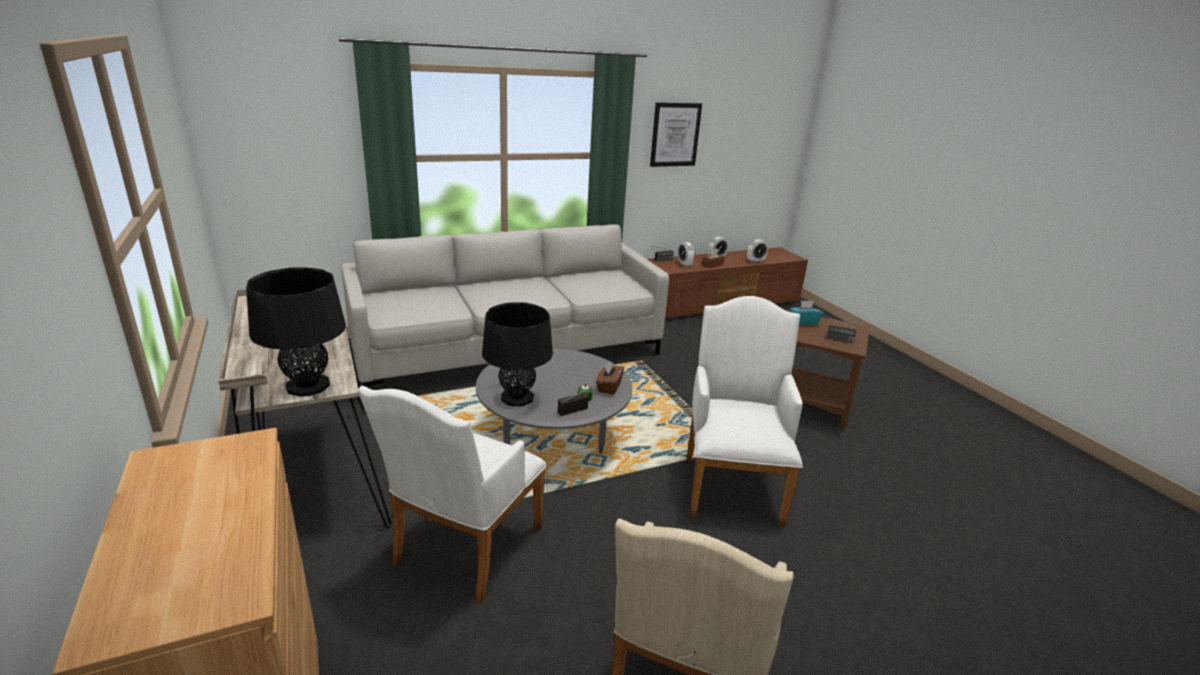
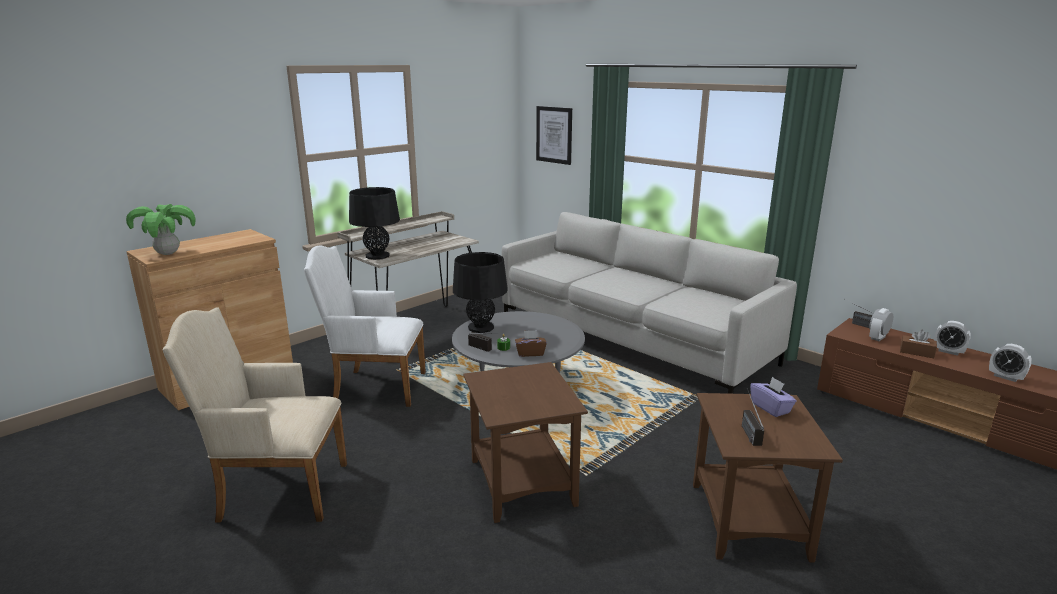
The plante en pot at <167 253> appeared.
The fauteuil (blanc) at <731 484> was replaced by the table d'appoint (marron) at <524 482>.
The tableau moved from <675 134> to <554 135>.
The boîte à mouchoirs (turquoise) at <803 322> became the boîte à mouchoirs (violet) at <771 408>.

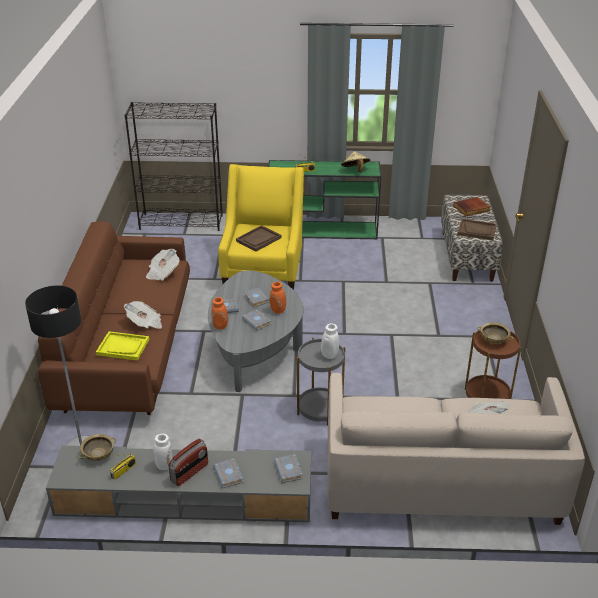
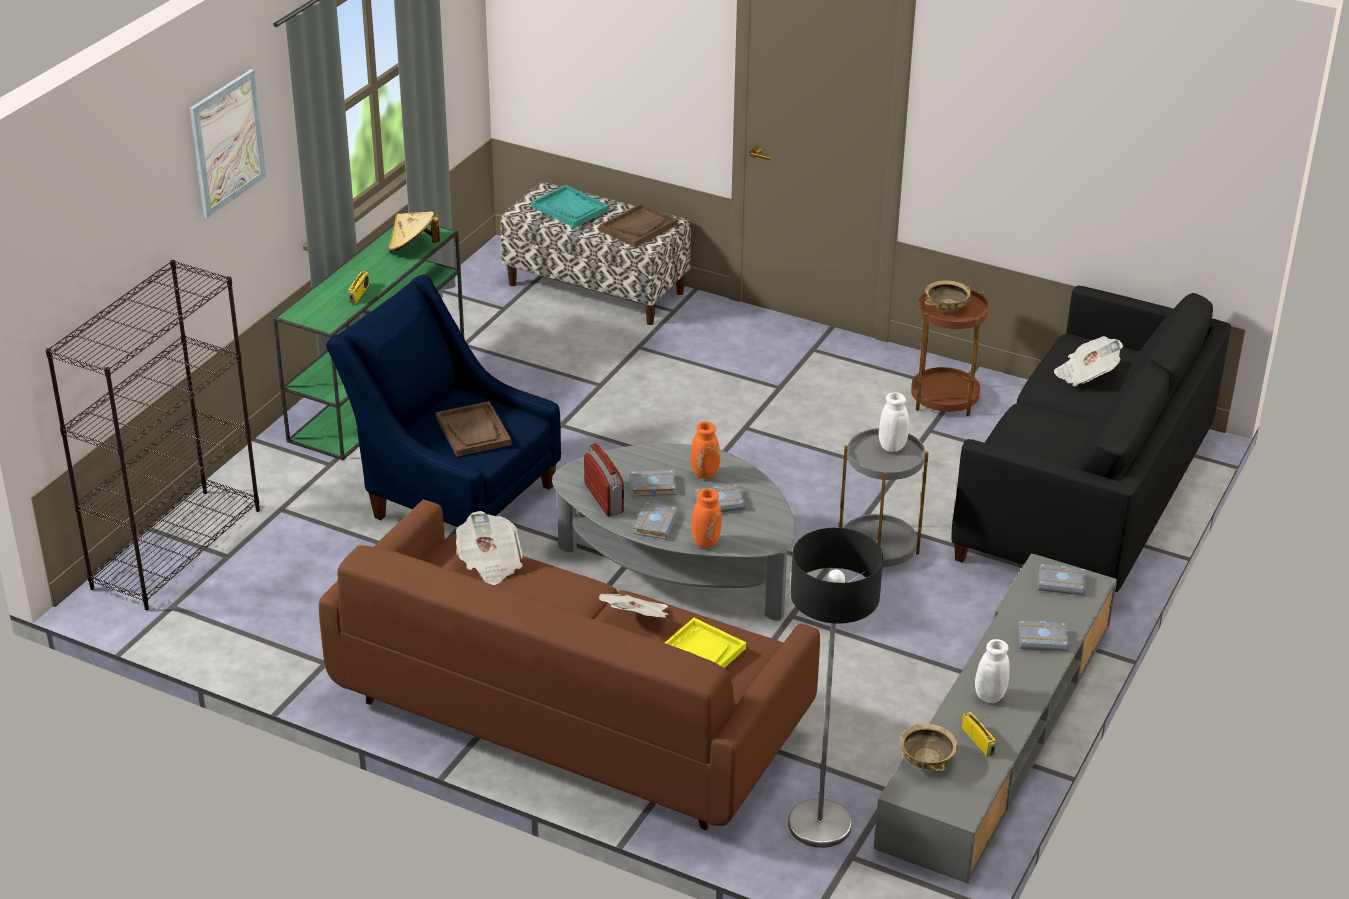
The tableau at <227 143> appeared.
The fauteuil (jaune) at <263 271> became the fauteuil (bleu) at <453 497>.
The livre at <471 209> was replaced by the plateau (turquoise) at <570 208>.
The radio moved from <190 473> to <604 498>.
The canapé (beige) at <440 480> became the canapé (noir) at <1085 496>.

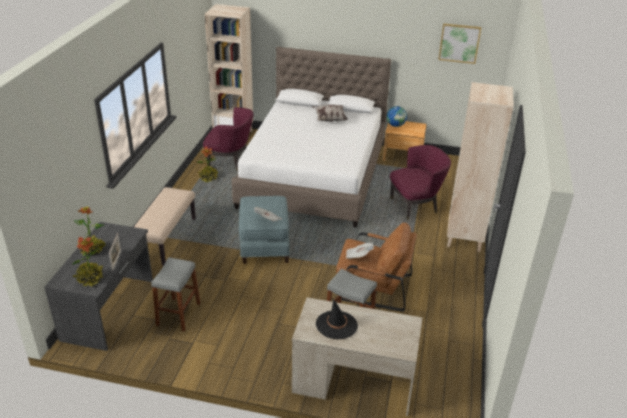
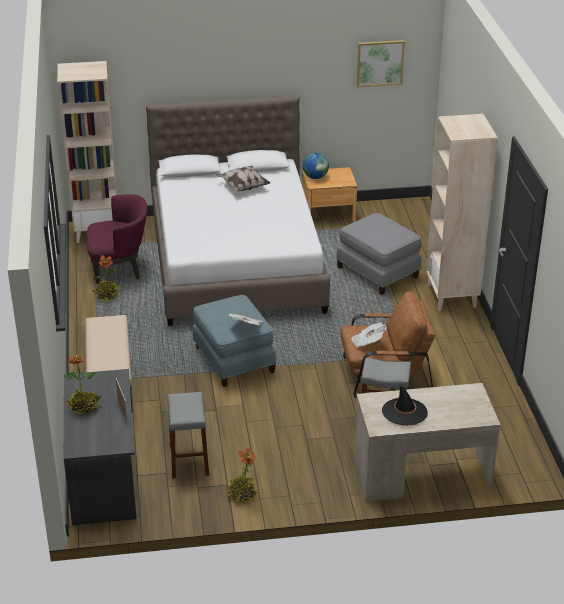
The plante en pot moved from <90 279> to <242 495>.
The fauteuil (violet) at <415 206> was replaced by the pouf (gris) at <378 272>.

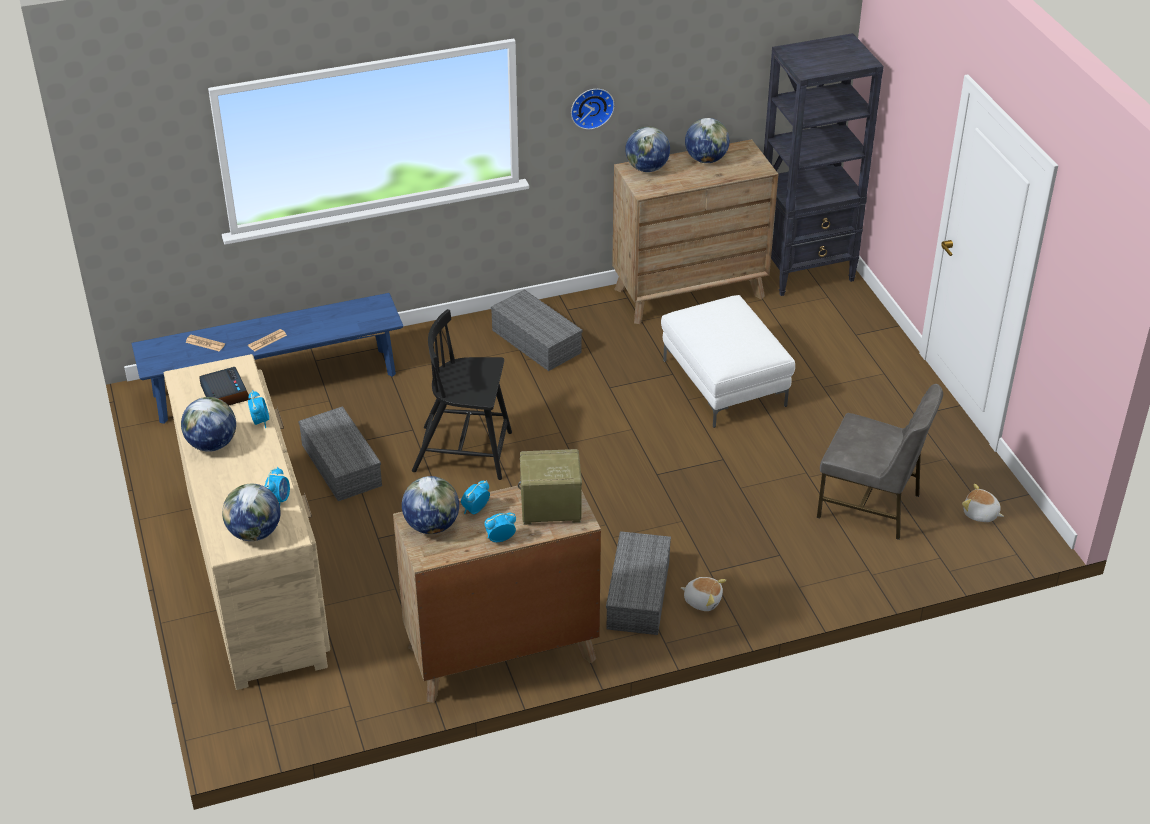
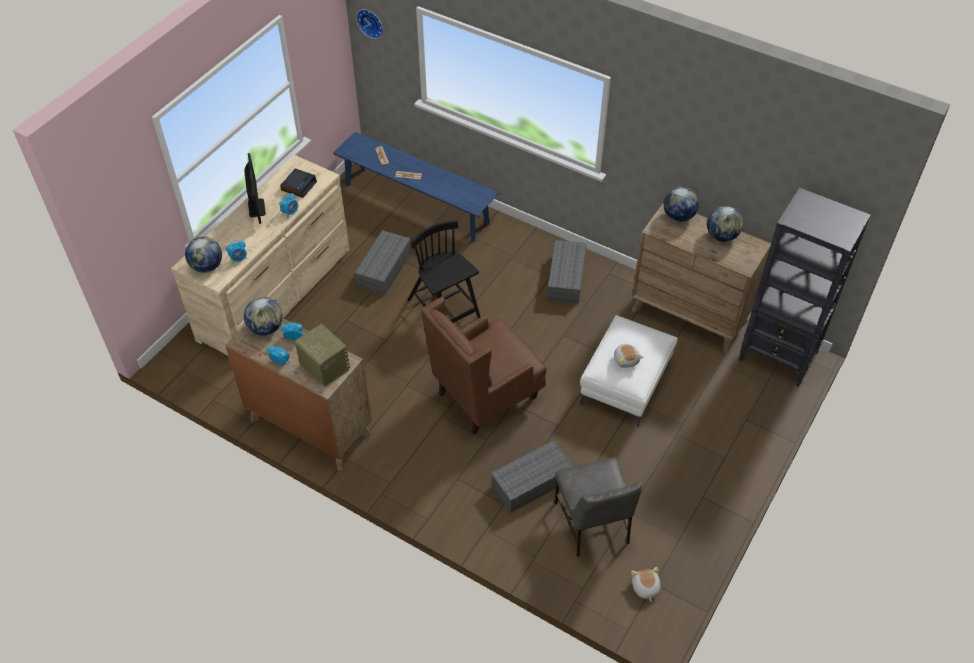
The globe at <212 444> was replaced by the écran d'ordinateur at <256 208>.
The horloge murale moved from <591 107> to <371 22>.
The fauteuil (marron) at <486 396> appeared.
The boîte de rangement (gris) moved from <639 595> to <531 484>.
The peluche moved from <702 600> to <626 359>.

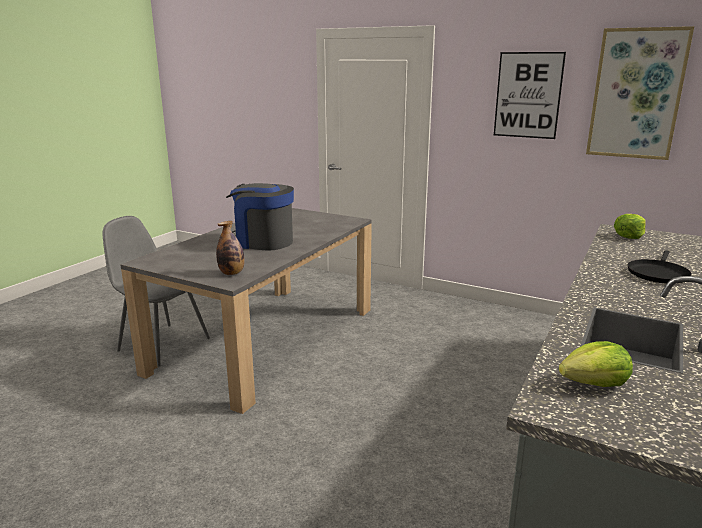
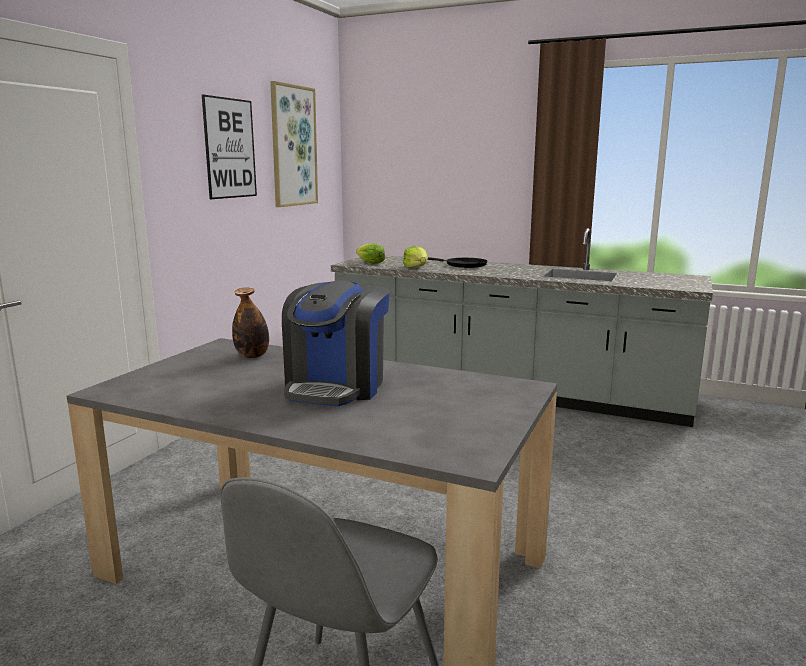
The bouteille moved from <232 273> to <252 356>.
The laitue moved from <594 383> to <416 267>.

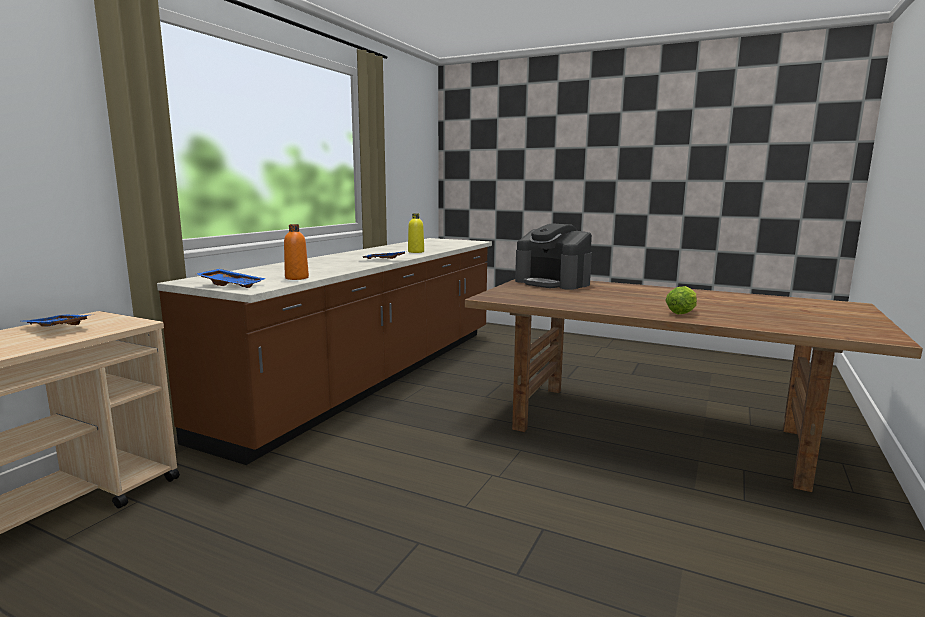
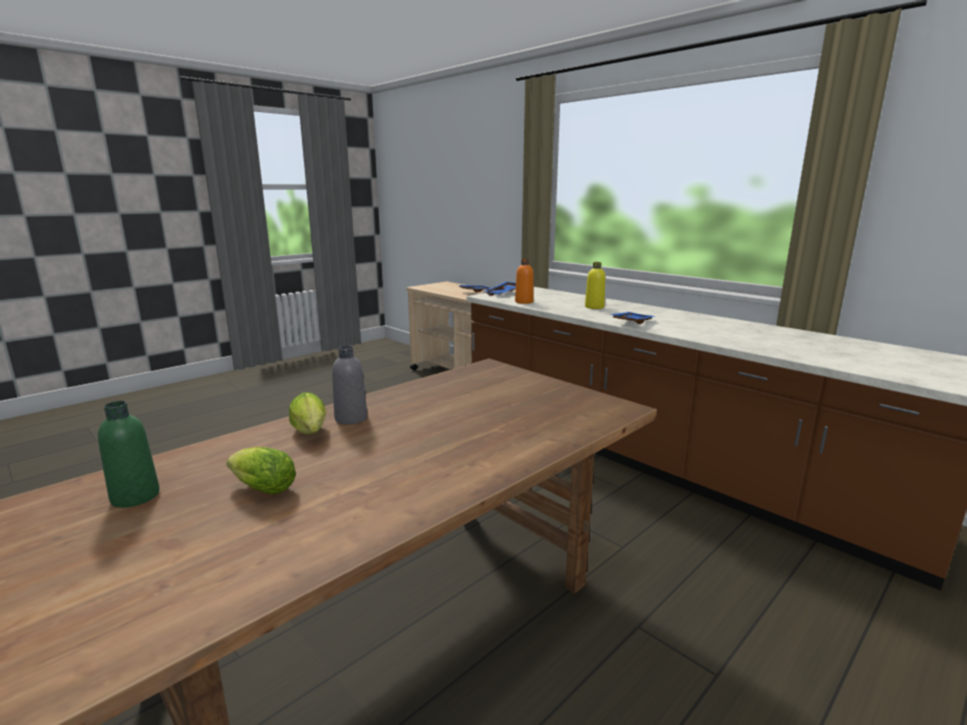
The bouteille (vert) at <135 496> appeared.
The laitue at <260 489> appeared.
The bouteille (gris) at <351 418> appeared.
The bouteille (jaune) moved from <416 252> to <594 307>.
The machine à café at <553 282> disappeared.

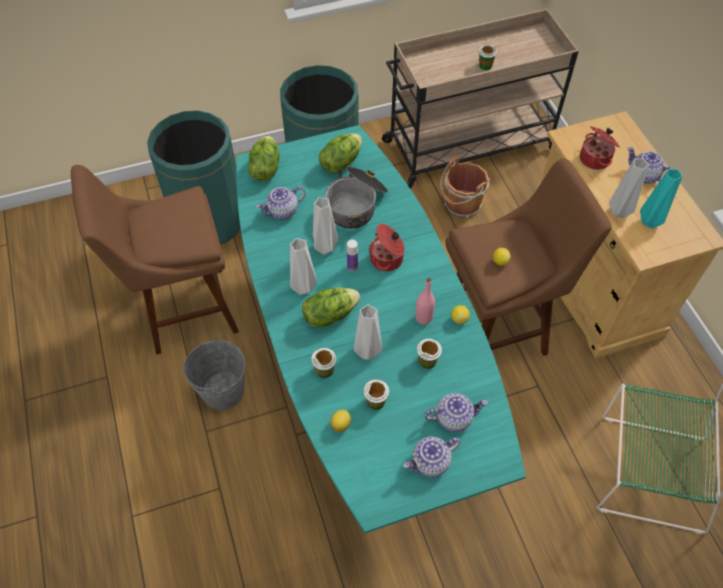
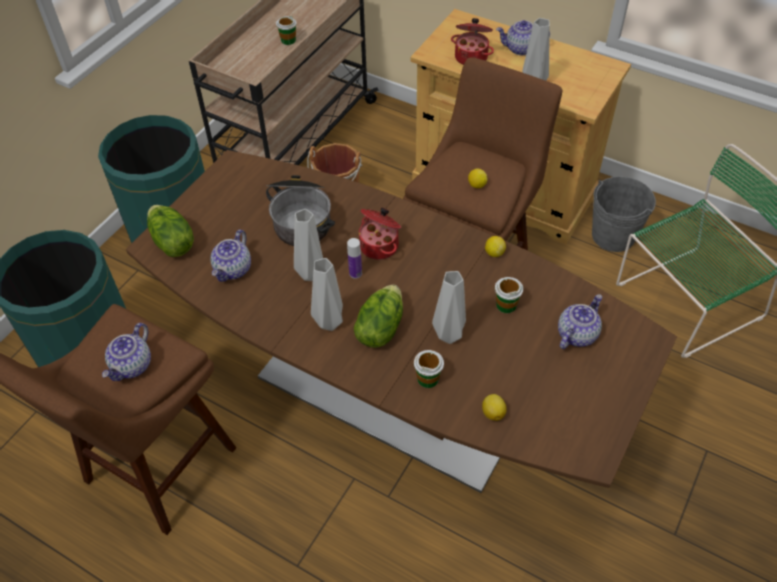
The théière moved from <430 463> to <132 366>.
The table à manger (turquoise) at <361 371> became the table à manger (marron) at <391 394>.
The seau (gris) moved from <223 391> to <613 236>.
The laitue at <340 162> disappeared.
The tasse at <376 401> disappeared.
The bouteille (rose) at <423 318> disappeared.
The vase (turquoise) at <651 221> disappeared.

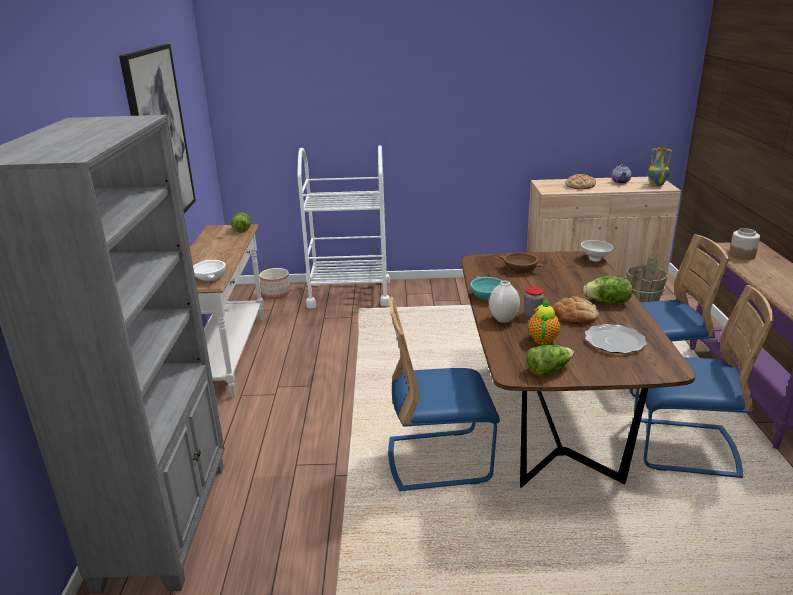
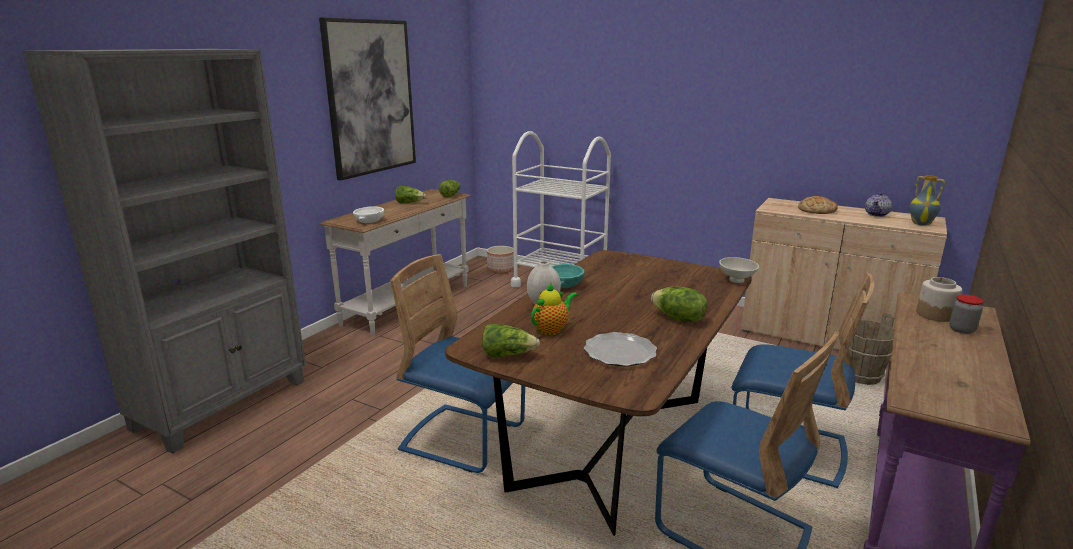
The laitue at <409 203> appeared.
The bocal moved from <532 314> to <961 330>.
The bol (marron) at <520 269> disappeared.
The pain at <575 315> disappeared.

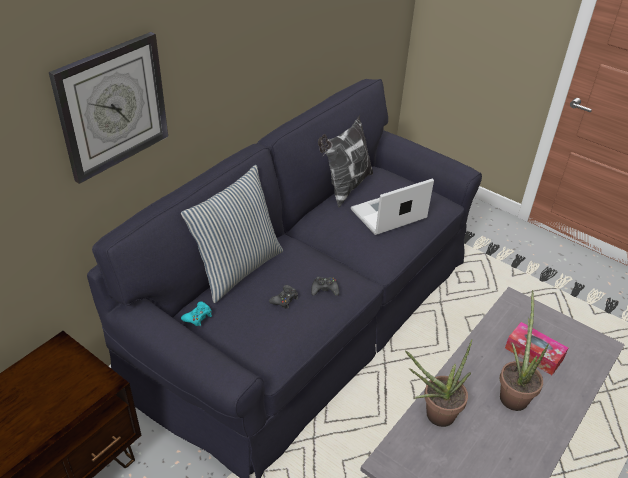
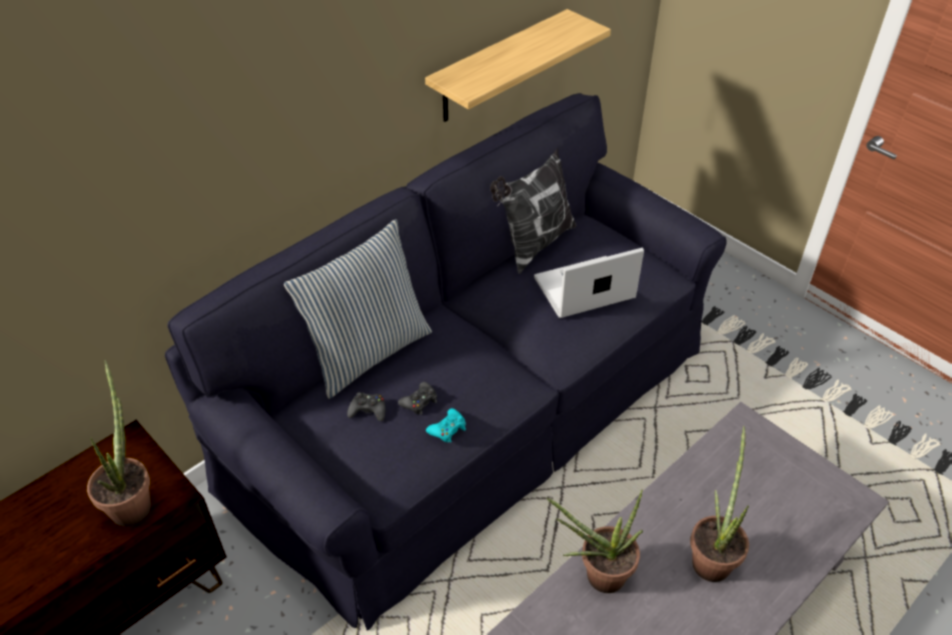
The plante en pot at <133 501> appeared.
The manette (noir) moved from <324 289> to <368 410>.
The étagère at <499 67> appeared.
The manette (turquoise) moved from <198 317> to <448 429>.
The horloge murale at <112 106> disappeared.
The boîte à mouchoirs at <534 353> disappeared.

